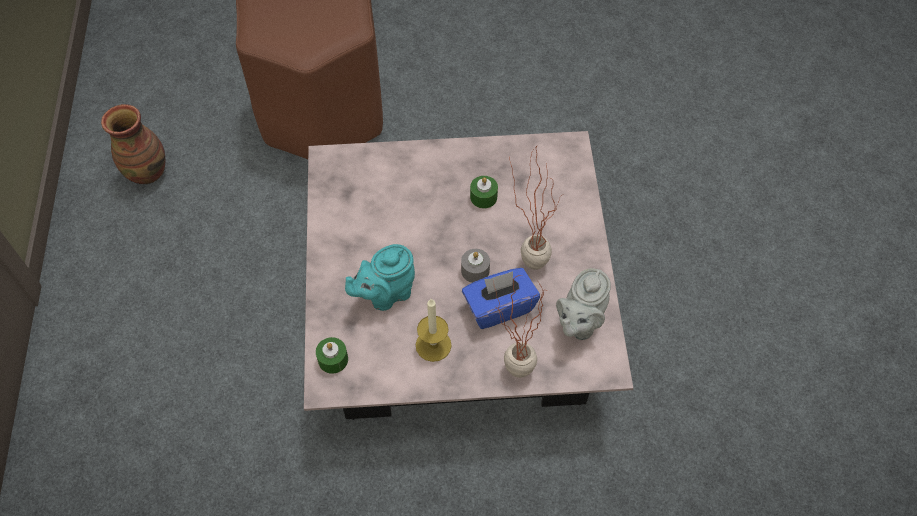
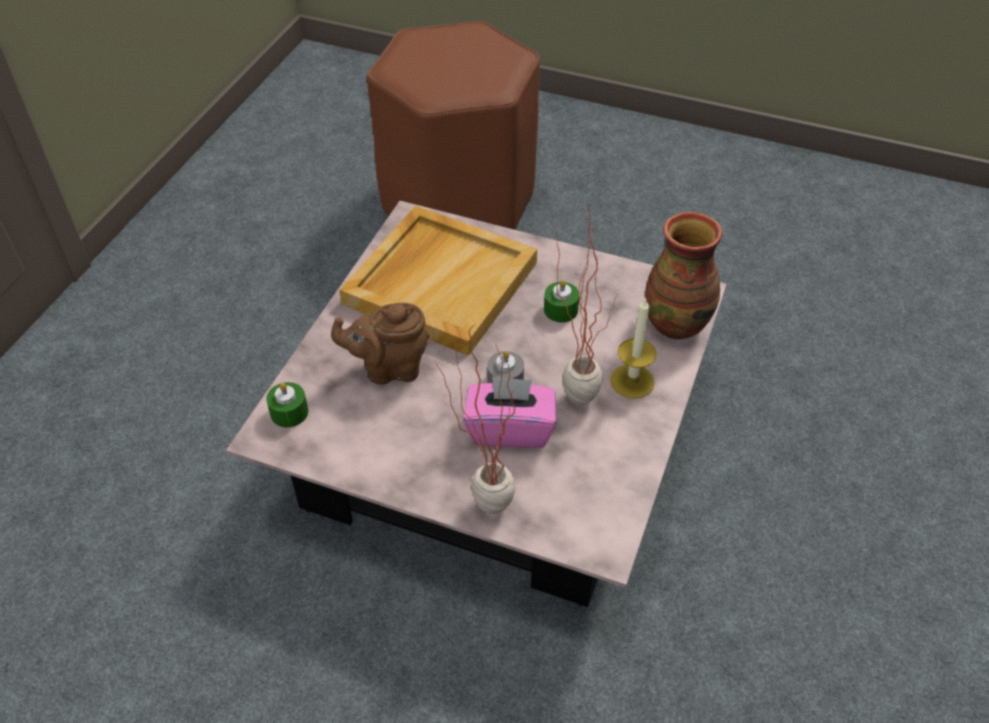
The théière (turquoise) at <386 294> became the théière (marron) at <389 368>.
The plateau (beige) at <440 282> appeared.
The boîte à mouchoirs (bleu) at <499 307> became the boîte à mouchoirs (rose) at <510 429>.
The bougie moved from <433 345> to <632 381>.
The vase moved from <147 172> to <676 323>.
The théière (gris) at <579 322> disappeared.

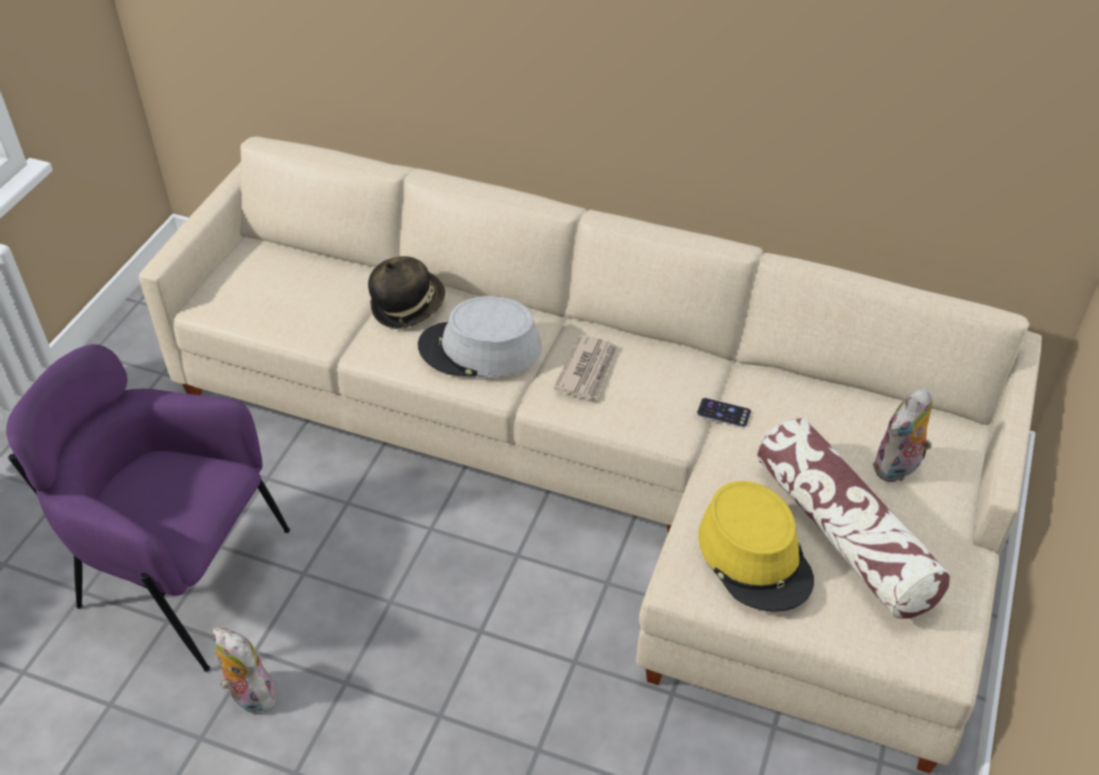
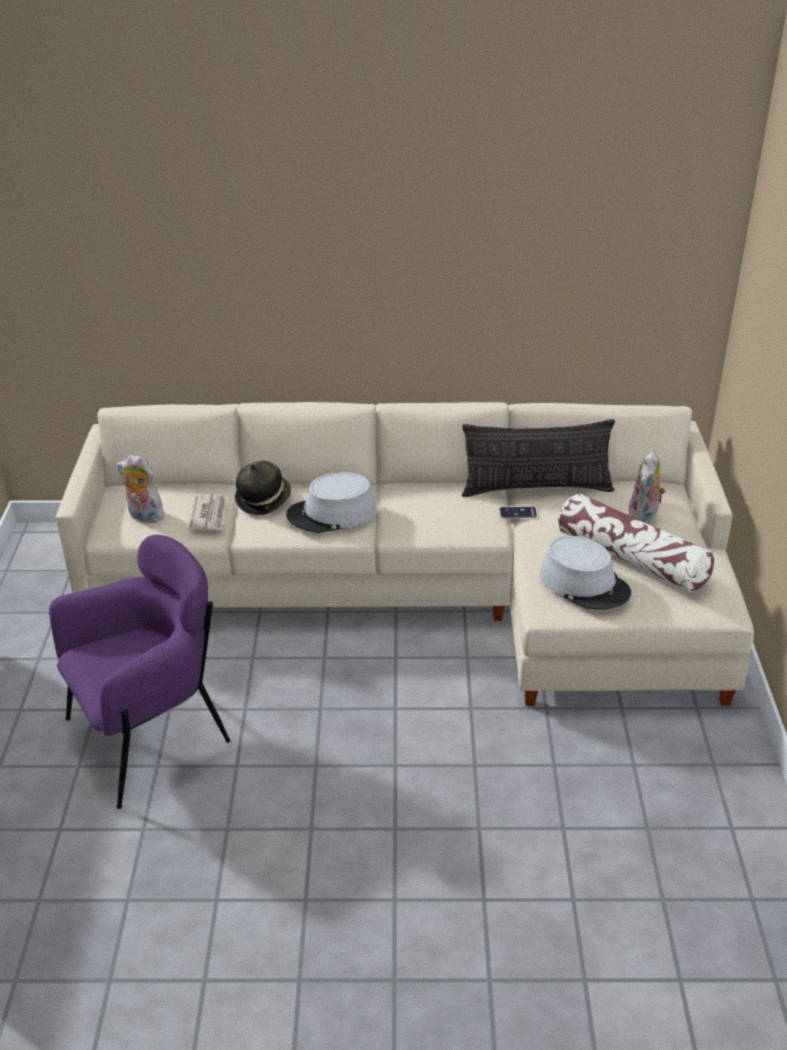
The fauteuil (violet) at <180 578> turned 150 degrees clockwise.
The peluche moved from <248 695> to <143 516>.
The journal moved from <588 370> to <209 515>.
The coussin at <536 488> appeared.
The chapeau (jaune) at <755 556> became the chapeau (gris) at <584 584>.

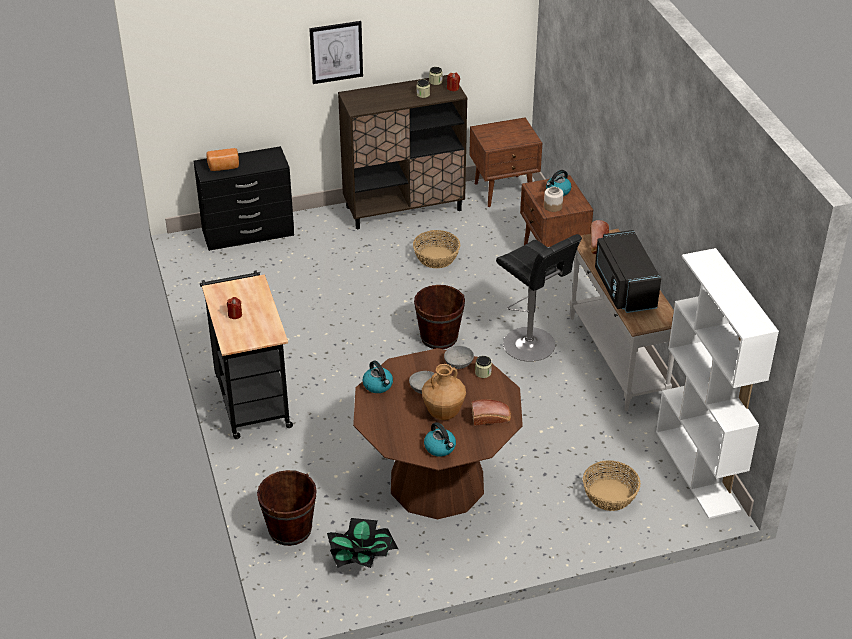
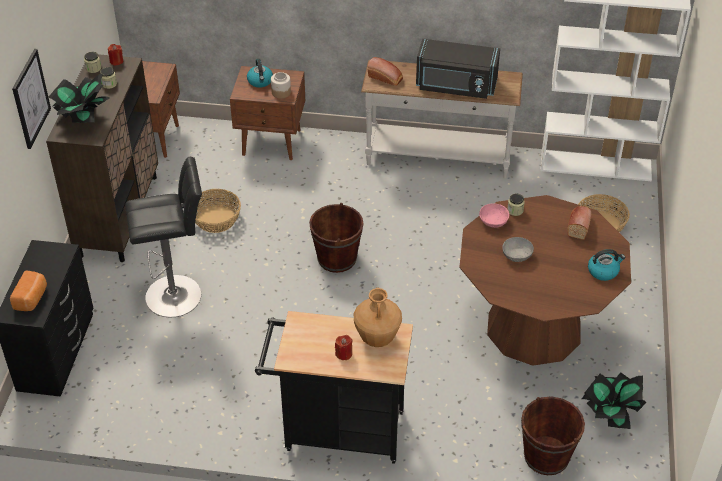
The plante en pot at <82 118> appeared.
The tabouret (noir) moved from <532 346> to <178 295>.
The vase (marron) moved from <443 413> to <377 338>.
The bol (gris) at <459 363> became the bol (rose) at <493 221>.
The bouilloire at <378 385> disappeared.

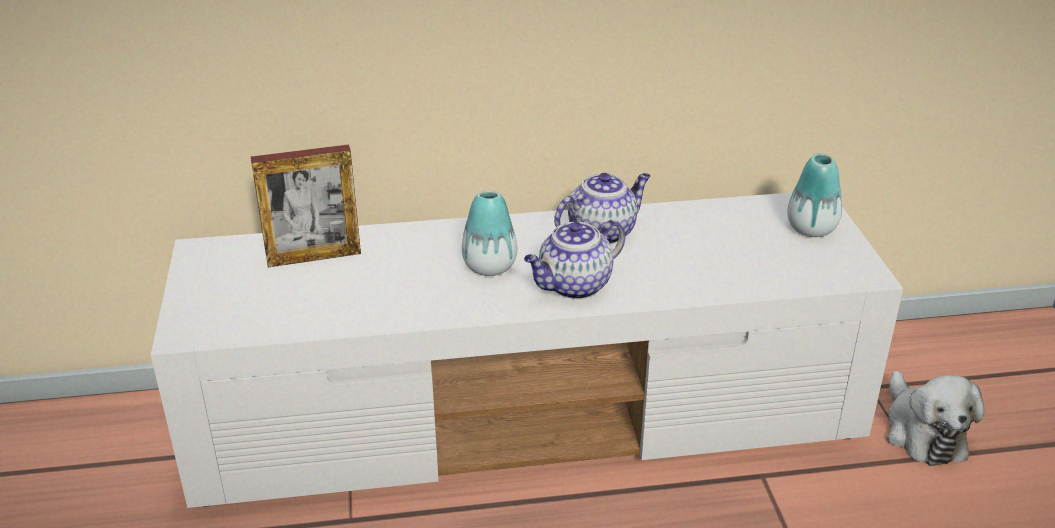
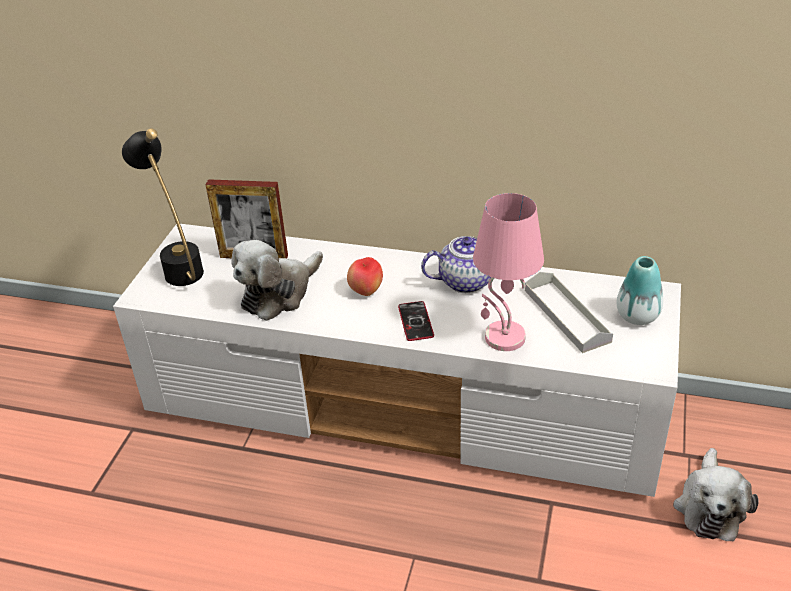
The lampe de table (noir) at <178 264> appeared.
The peluche at <279 293> appeared.
The vase at <489 267> was replaced by the pomme at <366 292>.
The théière at <574 286> was replaced by the téléphone at <415 322>.
The lampe de table (rose) at <503 338> appeared.
The plateau (gris) at <566 315> appeared.

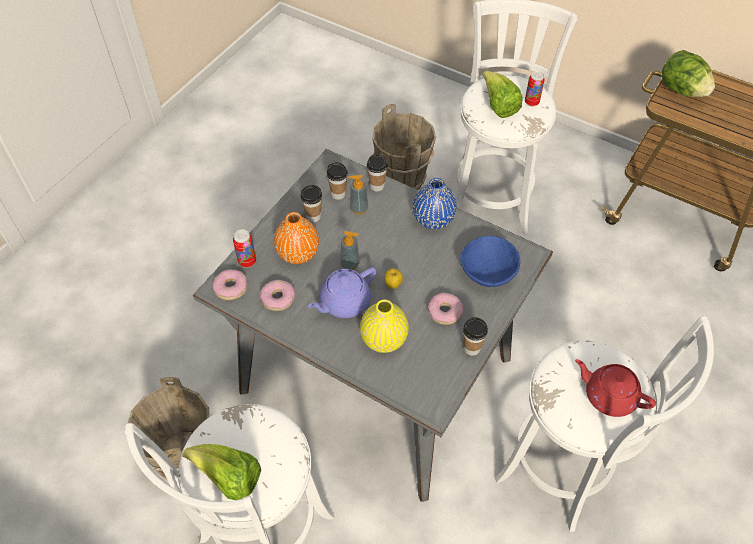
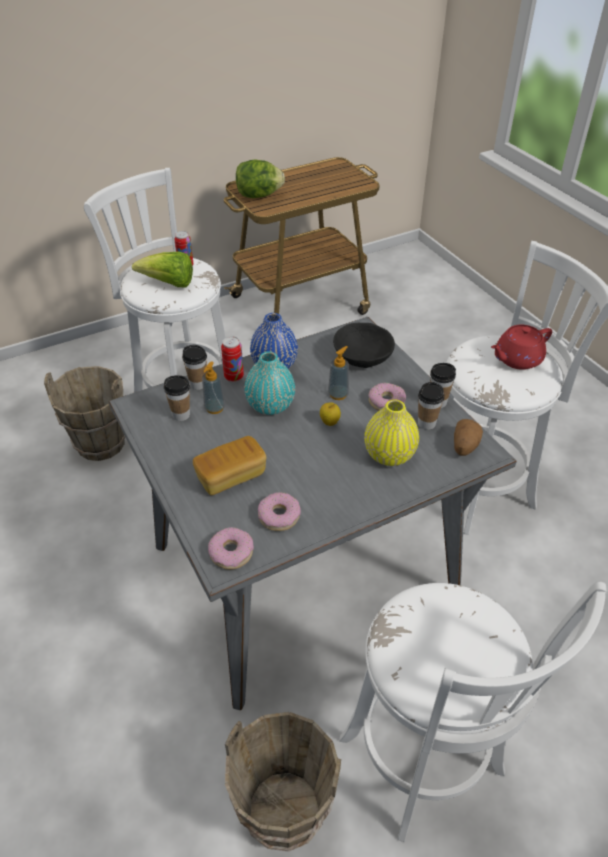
The vase (orange) at <298 253> was replaced by the pain at <231 476>.
The boîte métallique moved from <247 261> to <234 377>.
The vase (turquoise) at <270 405> appeared.
The distributeur de savon moved from <350 264> to <338 394>.
The bol (bleu) at <488 271> became the bol (noir) at <362 358>.
The tasse moved from <313 216> to <426 423>.
The pomme de terre at <464 446> appeared.
The laitue at <229 478> disappeared.
The théière (violet) at <344 302> disappeared.

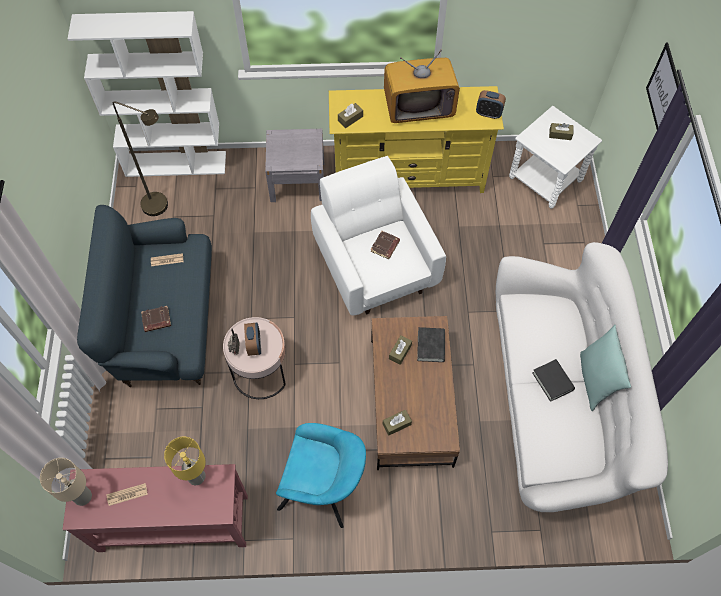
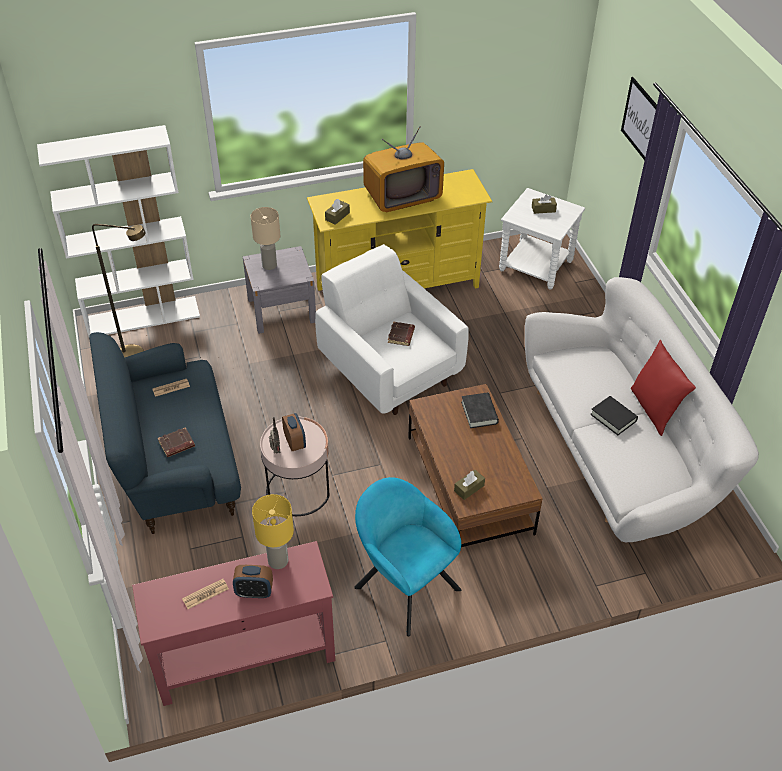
The réveil moved from <488 113> to <254 592>.
The lampe de table (beige) moved from <82 497> to <269 265>.
The fauteuil (turquoise) at <324 488> turned 135 degrees counterclockwise.
The coussin (turquoise) at <595 380> became the coussin (rouge) at <654 409>.
The boîte à mouchoirs (marron) at <400 352> disappeared.

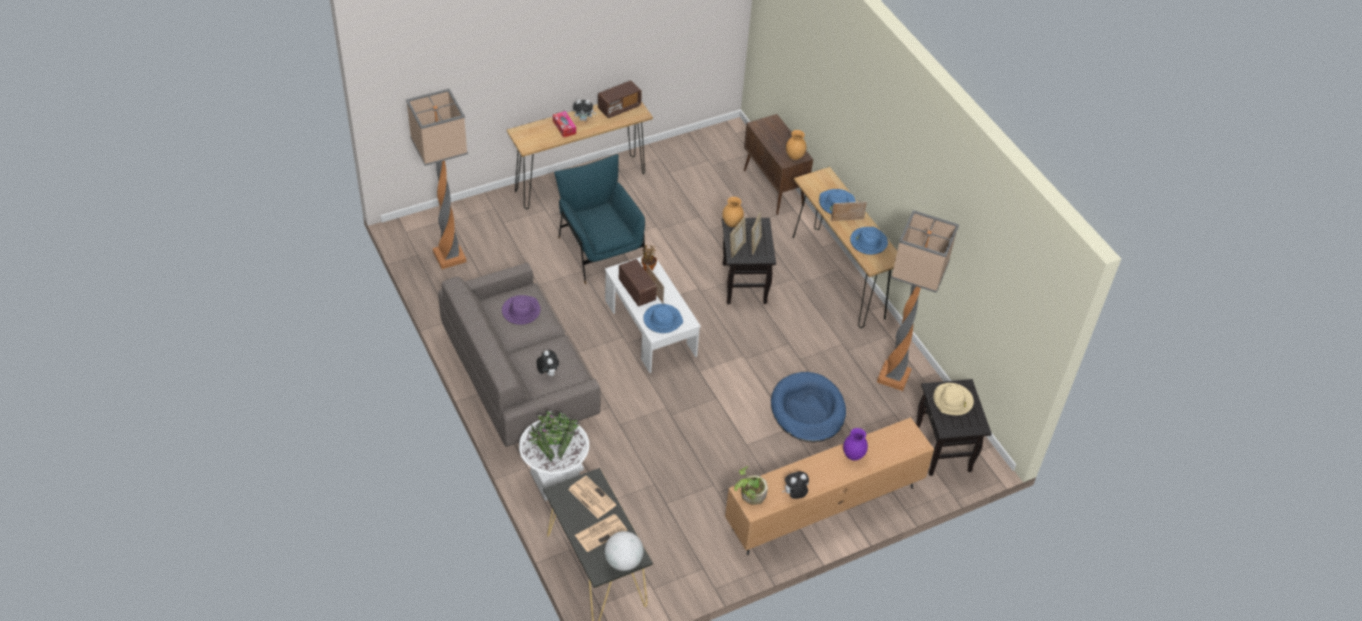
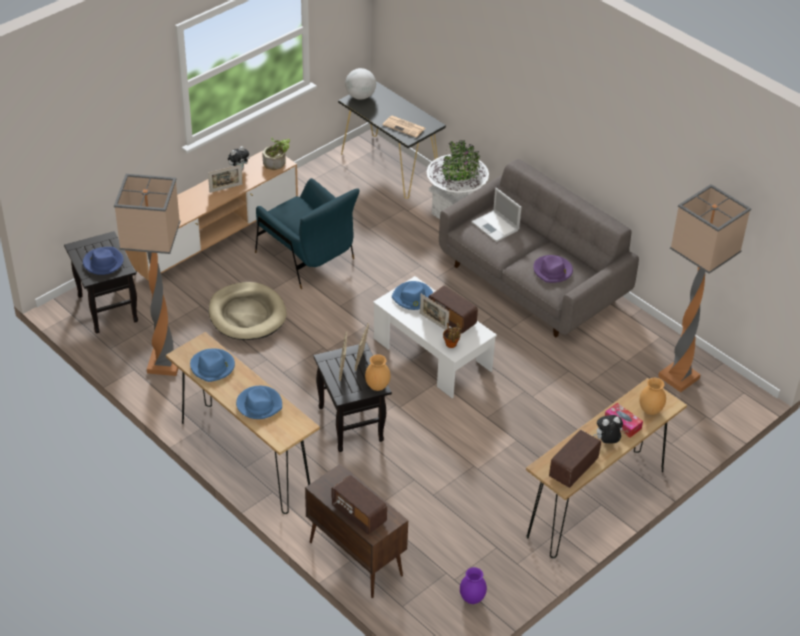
The chapeau (beige) at <952 401> became the chapeau (bleu) at <103 262>.
The cadre photo moved from <847 220> to <226 188>.
The panier pour chien (bleu) at <807 410> became the panier pour chien (beige) at <247 314>.
The fauteuil (bleu) moved from <600 249> to <306 258>.
The radio at <359 514> appeared.
The vase (violet) moved from <852 455> to <472 598>.
The peluche at <547 373> was replaced by the ordinateur portable at <496 226>.
The vase (marron) moved from <795 157> to <650 410>.
The journal at <601 532> disappeared.

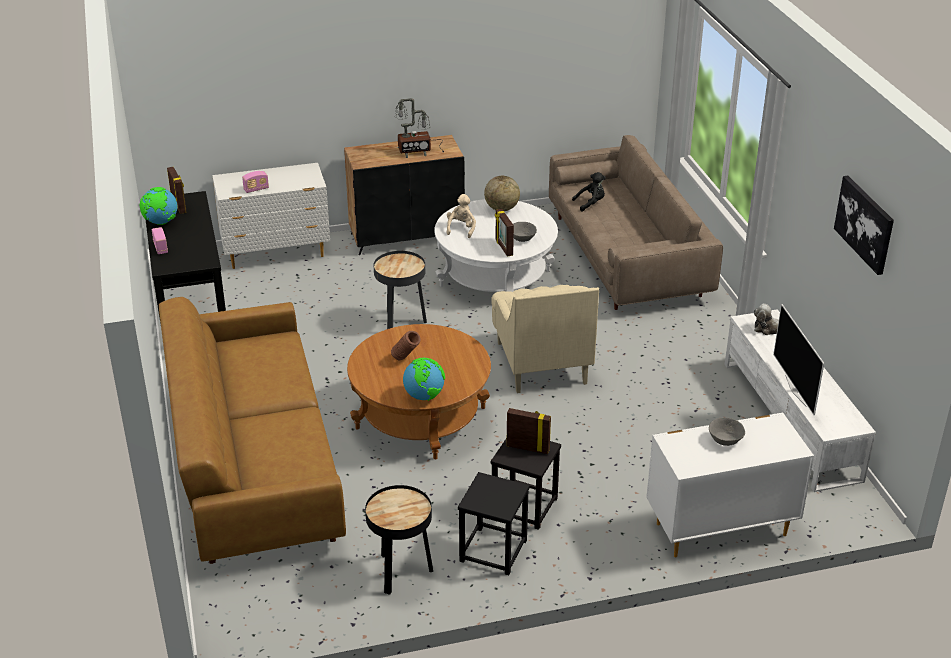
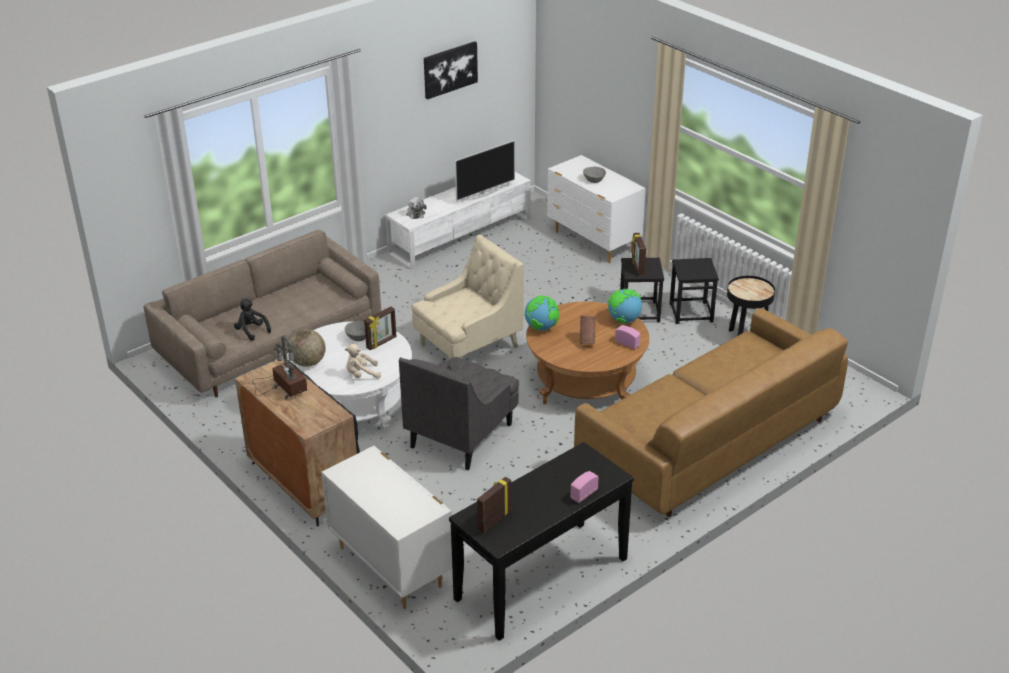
The table d'appoint (noir) at <401 322> was replaced by the fauteuil (gris) at <462 435>.
The globe moved from <161 222> to <541 328>.
The radio moved from <256 189> to <627 344>.

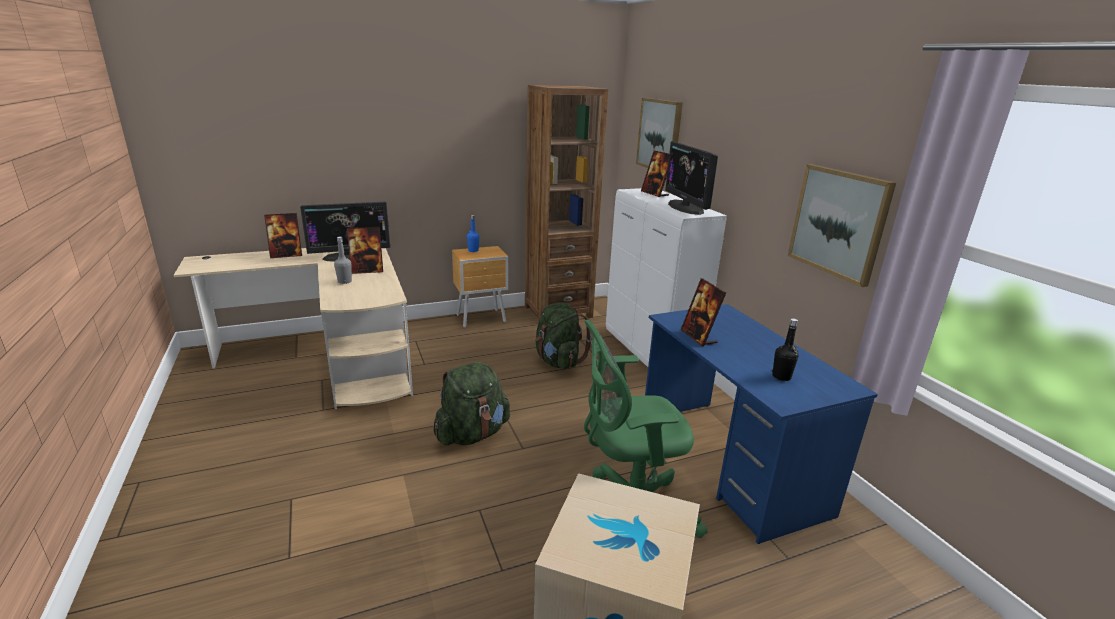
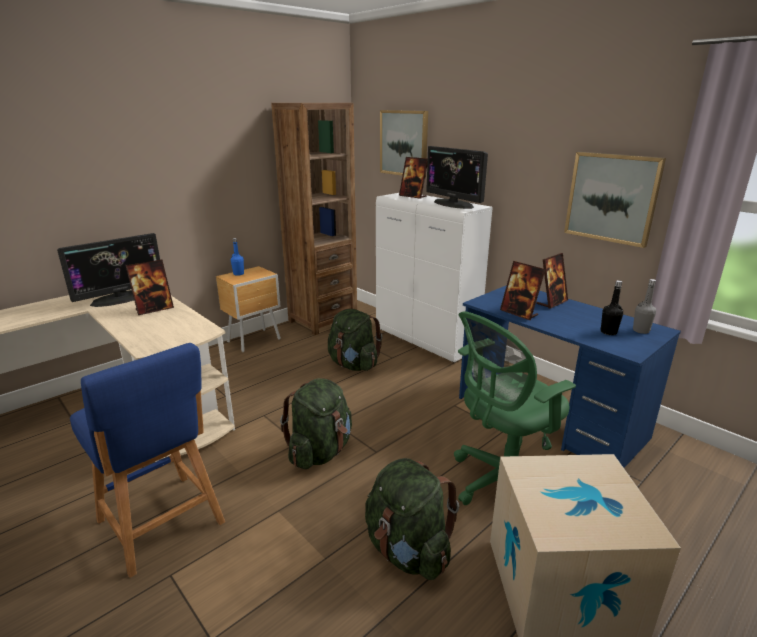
The tabouret (bleu) at <163 525> appeared.
The sac à dos (vert) at <408 551> appeared.
The cadre photo moved from <286 255> to <552 302>.
The bouteille (gris) moved from <344 281> to <641 330>.

